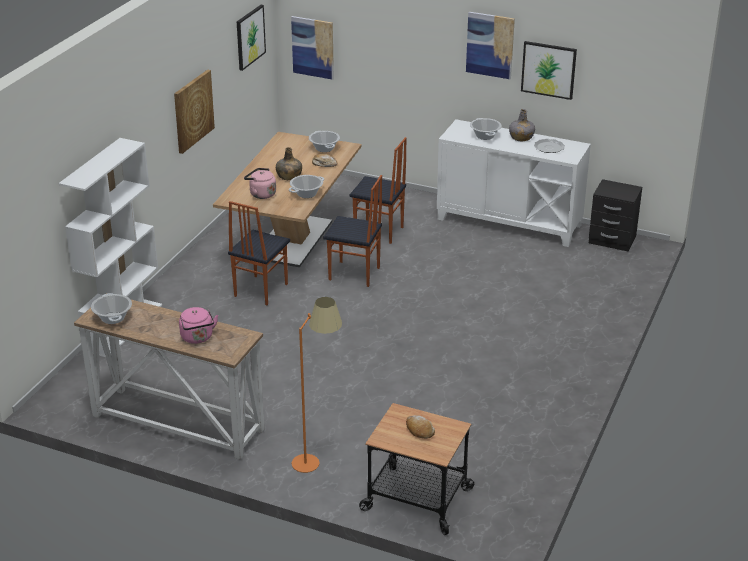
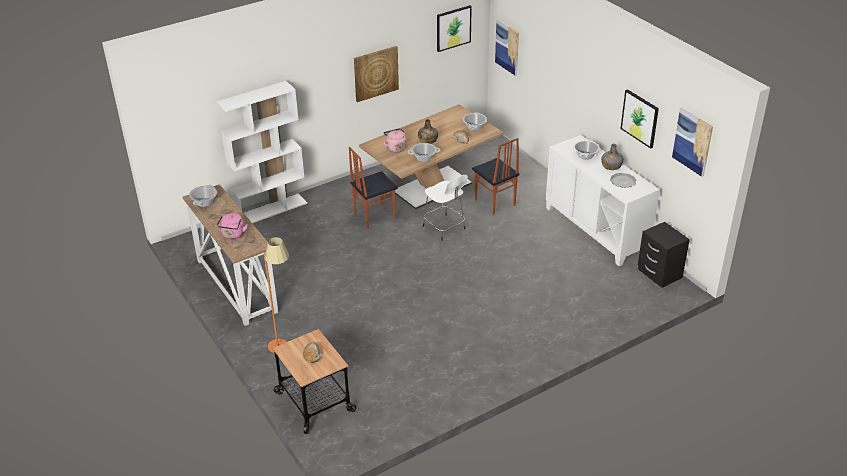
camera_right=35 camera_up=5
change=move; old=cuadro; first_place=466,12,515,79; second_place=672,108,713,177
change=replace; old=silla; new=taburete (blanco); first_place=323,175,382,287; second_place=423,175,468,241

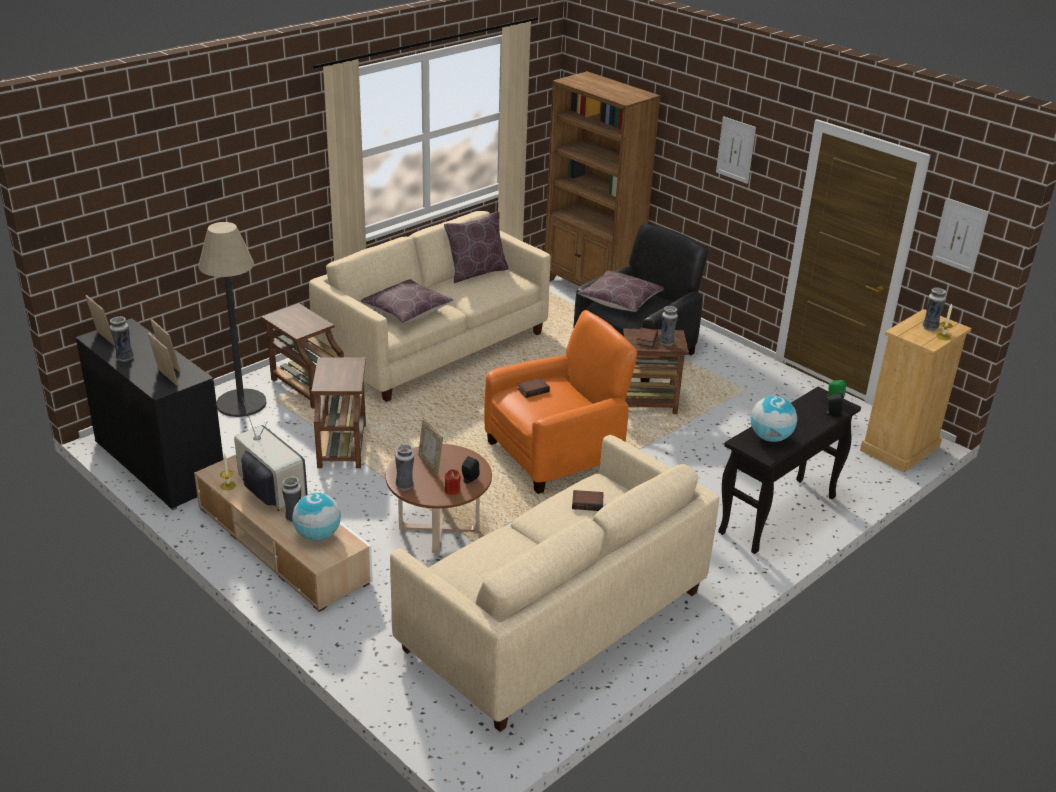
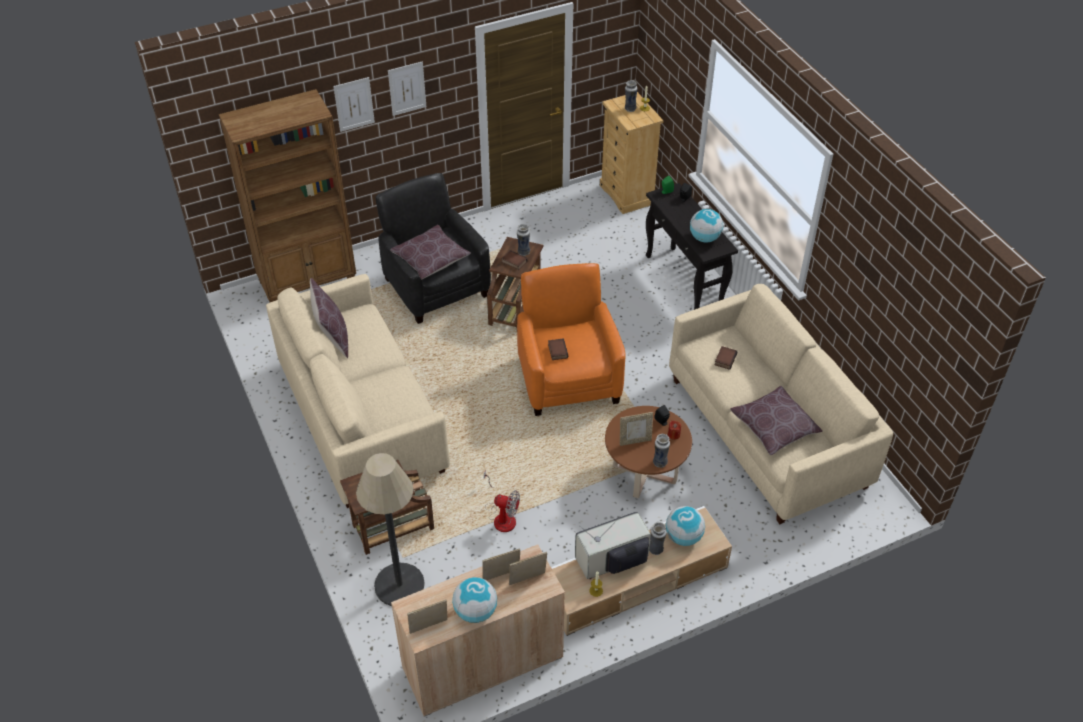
camera_right=-70 camera_up=15
change=move; old=cojín (marrón); first_place=361,279,453,323; second_place=730,386,823,455
change=move; old=cuadro; first_place=932,198,989,274; second_place=333,77,375,132
change=replace; old=florero; new=globo terráqueo; first_place=110,316,133,362; second_place=452,577,497,623
change=replace; old=mesa auxiliar (marrón); new=ventilador; first_place=311,357,366,468; second_place=484,470,520,532
change=recolor; old=armario (negro); new=armario (beis); first_place=75,318,223,510; second_place=391,544,565,717

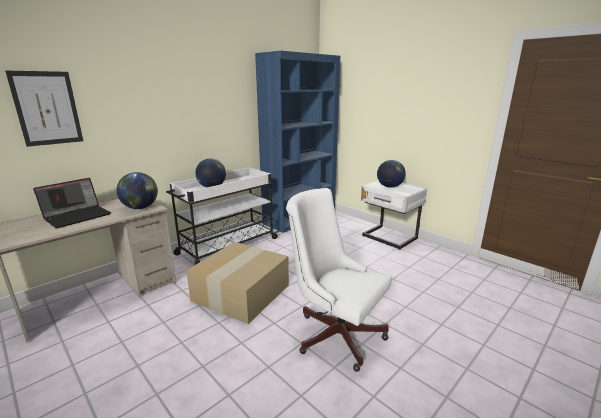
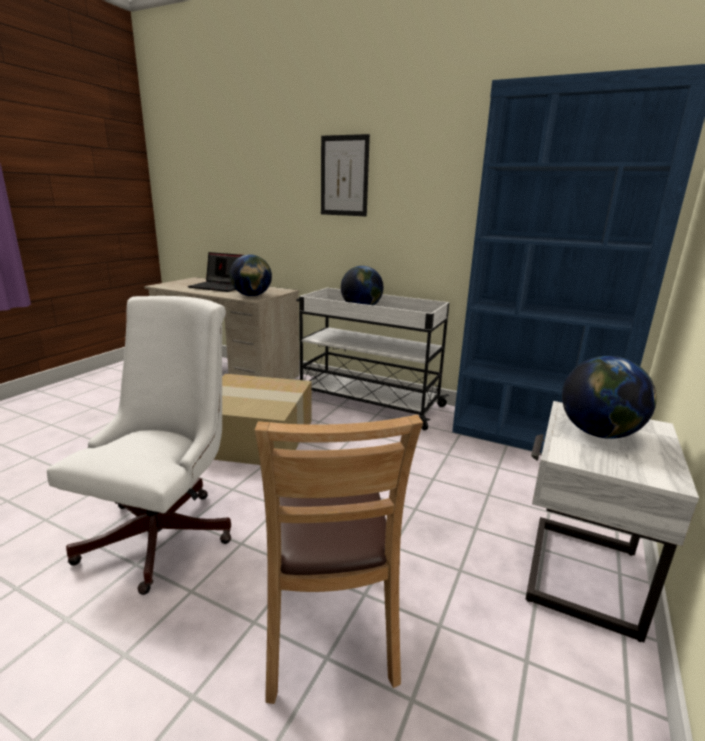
camera_right=70 camera_up=0
change=insert; new=silla (marrón); second_place=255,415,423,704
change=move; old=cuadro; first_place=5,70,83,147; second_place=321,134,370,216

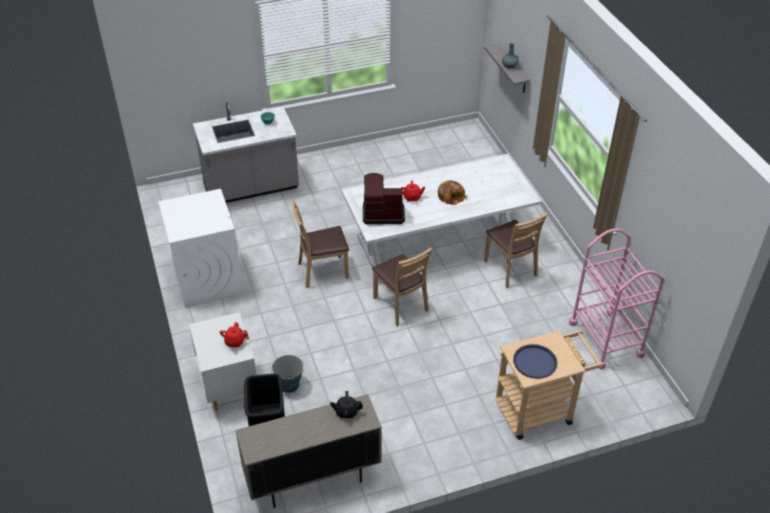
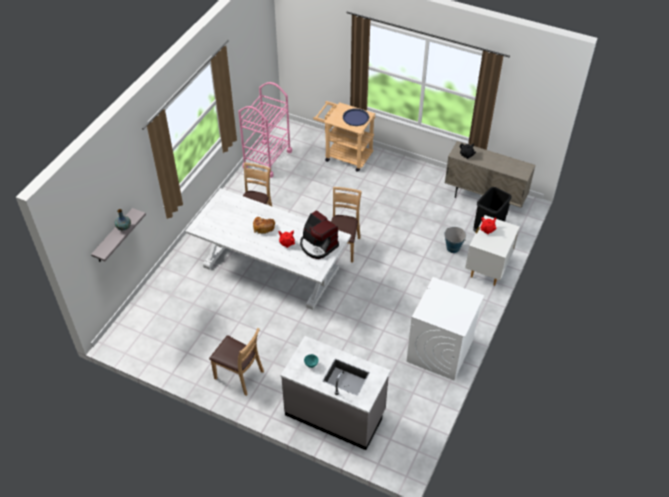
camera_right=-135 camera_up=5
change=move; old=silla (marrón); first_place=292,201,349,288; second_place=209,328,264,396

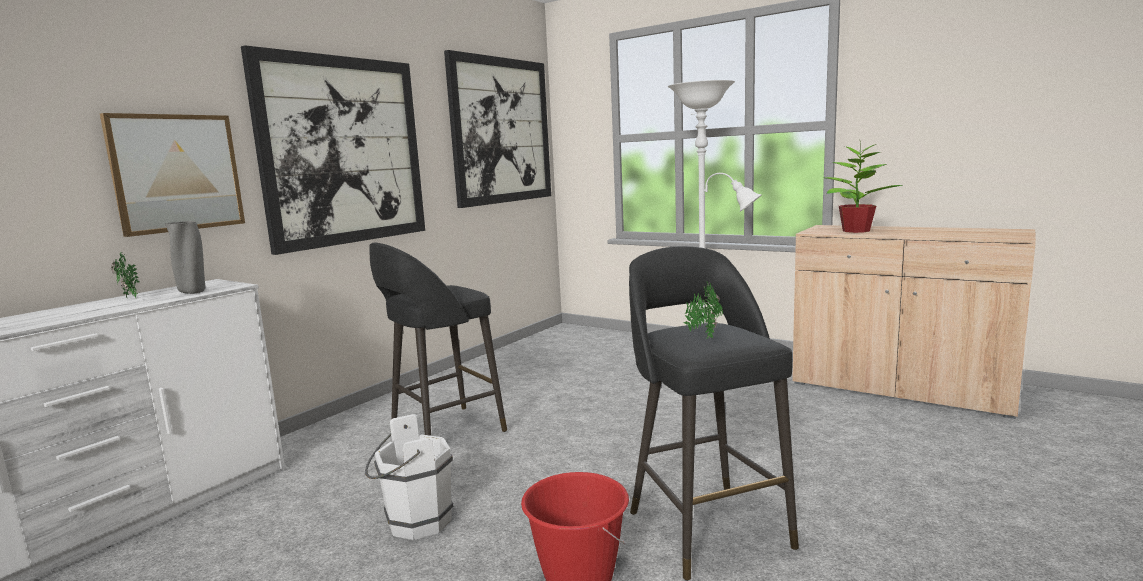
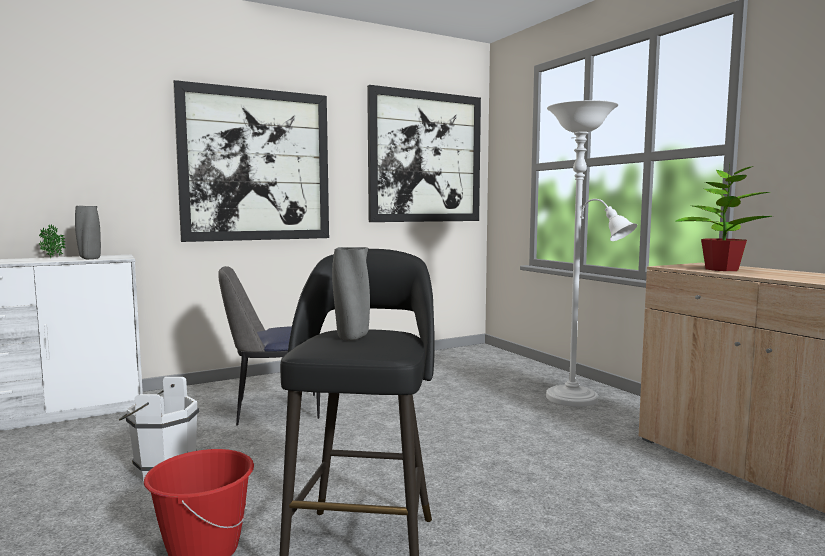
camera_right=25 camera_up=-5
change=delete; old=cuadro; first_place=100,113,245,237
change=replace; old=taburete (negro); new=silla; first_place=369,242,507,436; second_place=218,266,320,426
change=replace; old=planta en maceta; new=florero (gris); first_place=683,281,723,339; second_place=332,247,370,340

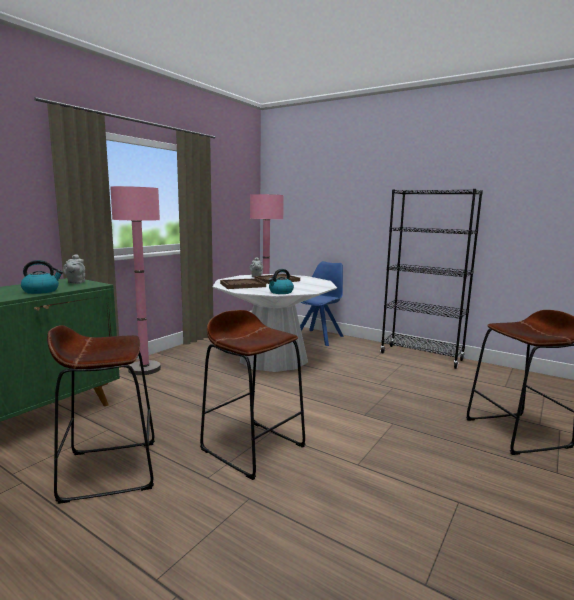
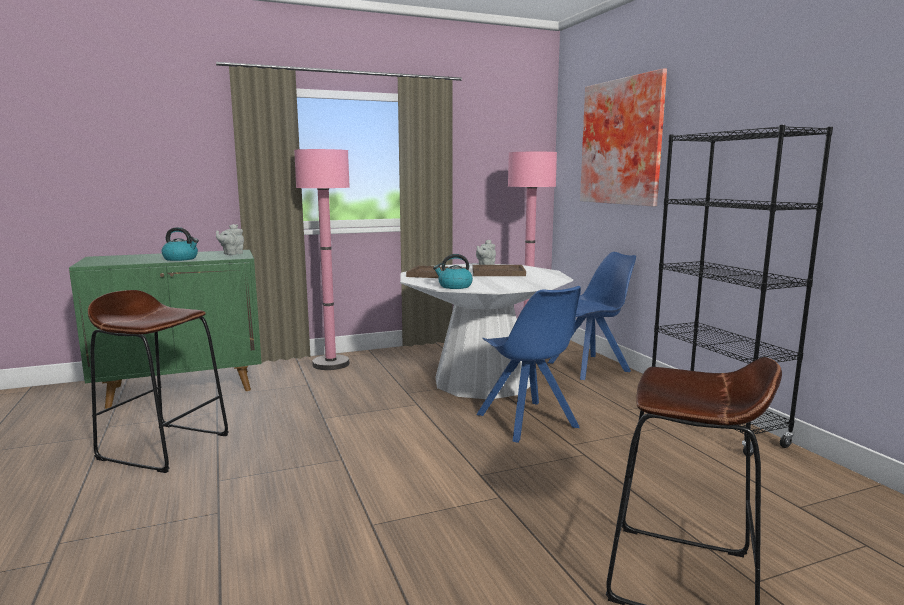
camera_right=35 camera_up=0
change=delete; old=taburete (marrón); first_place=200,310,305,480
change=insert; new=silla (azul); second_place=477,286,581,443
change=insert; new=cuadro; second_place=580,68,667,206

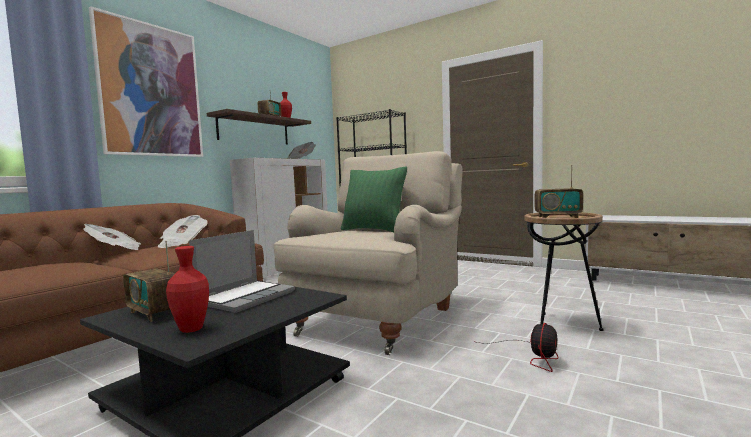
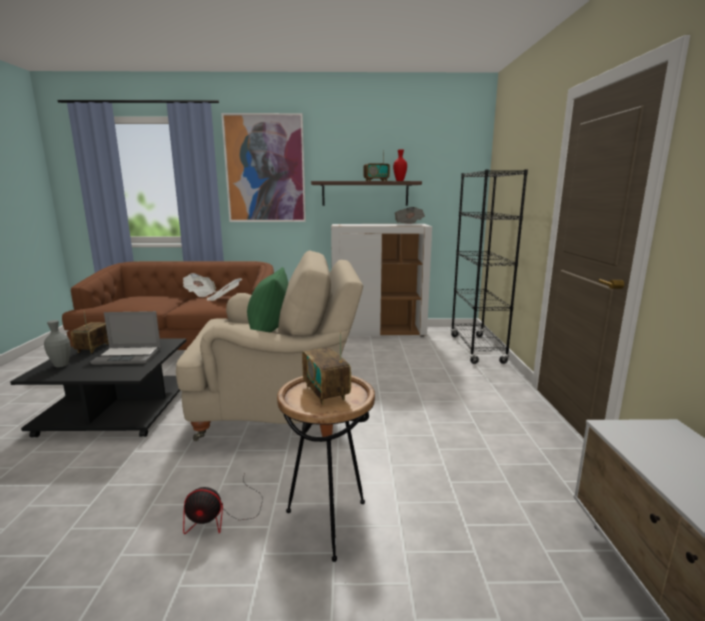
camera_right=55 camera_up=10
change=recolor; old=florero (rojo); new=florero (gris); first_place=166,246,209,333; second_place=44,320,71,368

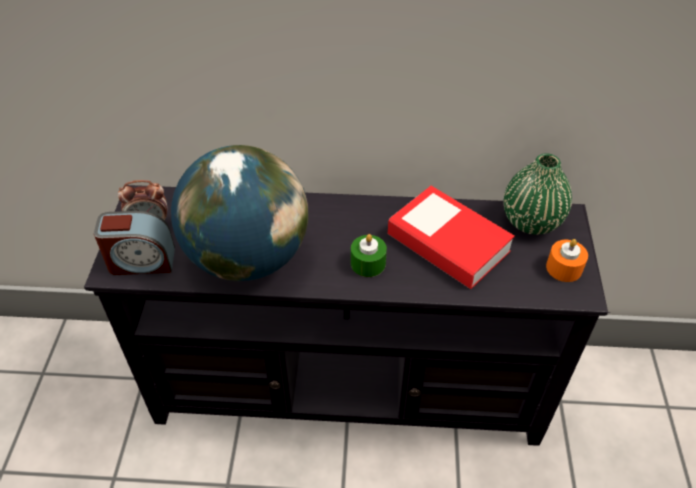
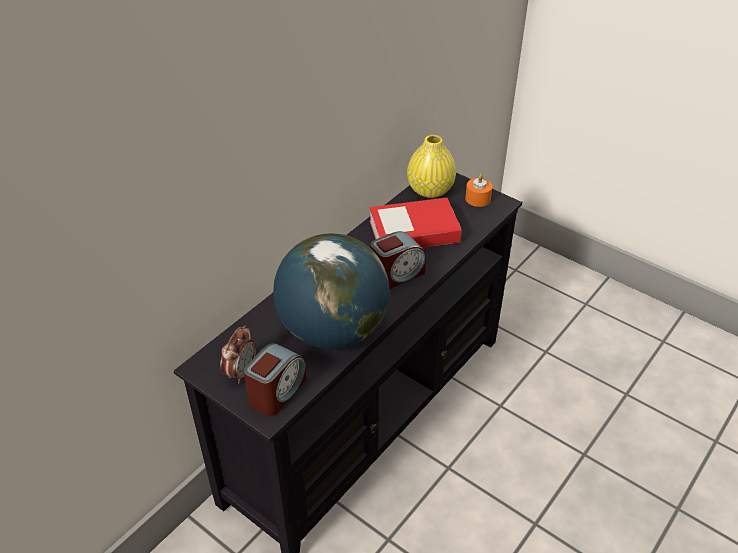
camera_right=-55 camera_up=-5
change=replace; old=vela (verde); new=despertador; first_place=351,234,387,277; second_place=370,231,426,289
change=recolor; old=florero (verde); new=florero (amarillo); first_place=504,153,572,235; second_place=407,135,456,198

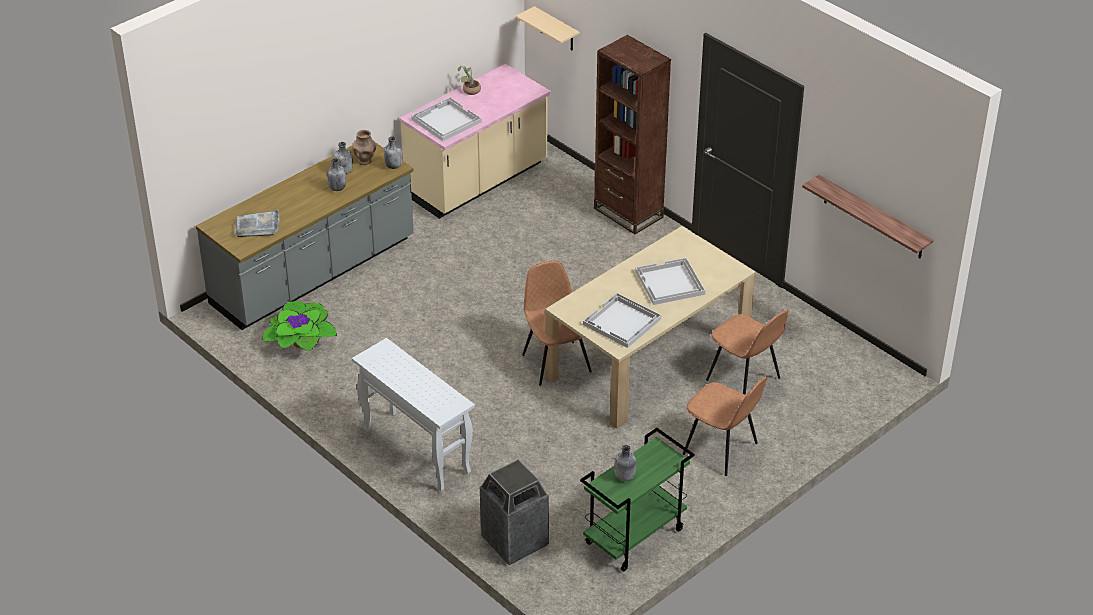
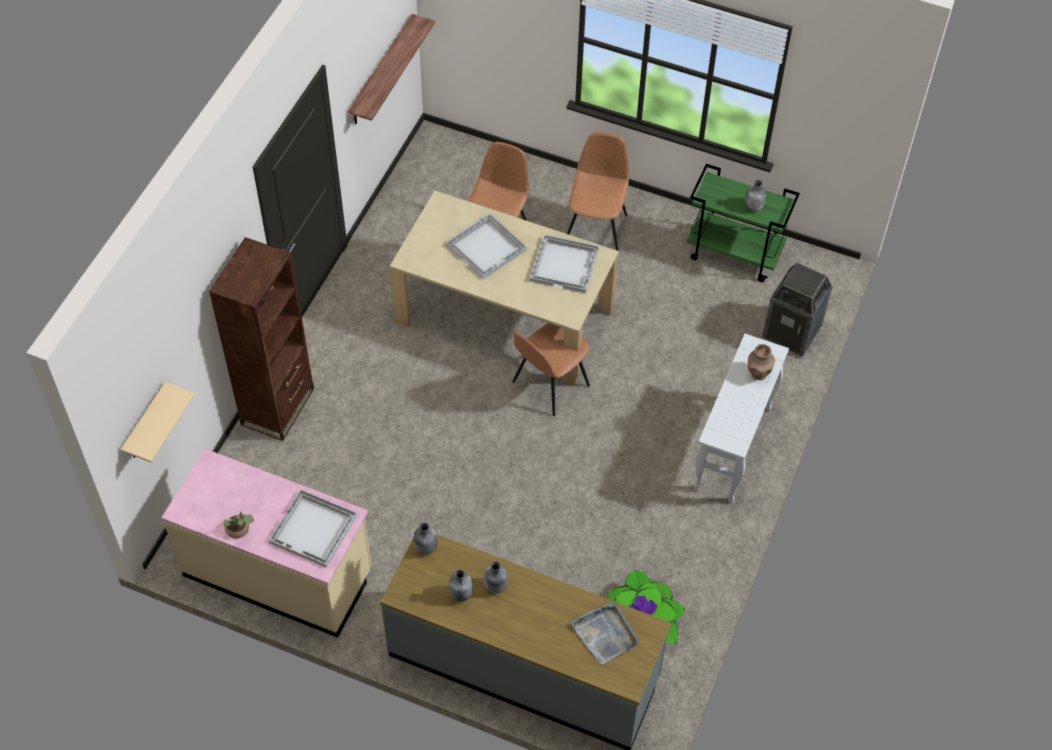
camera_right=-115 camera_up=15
change=move; old=florero (marrón); first_place=353,130,376,165; second_place=748,344,775,380

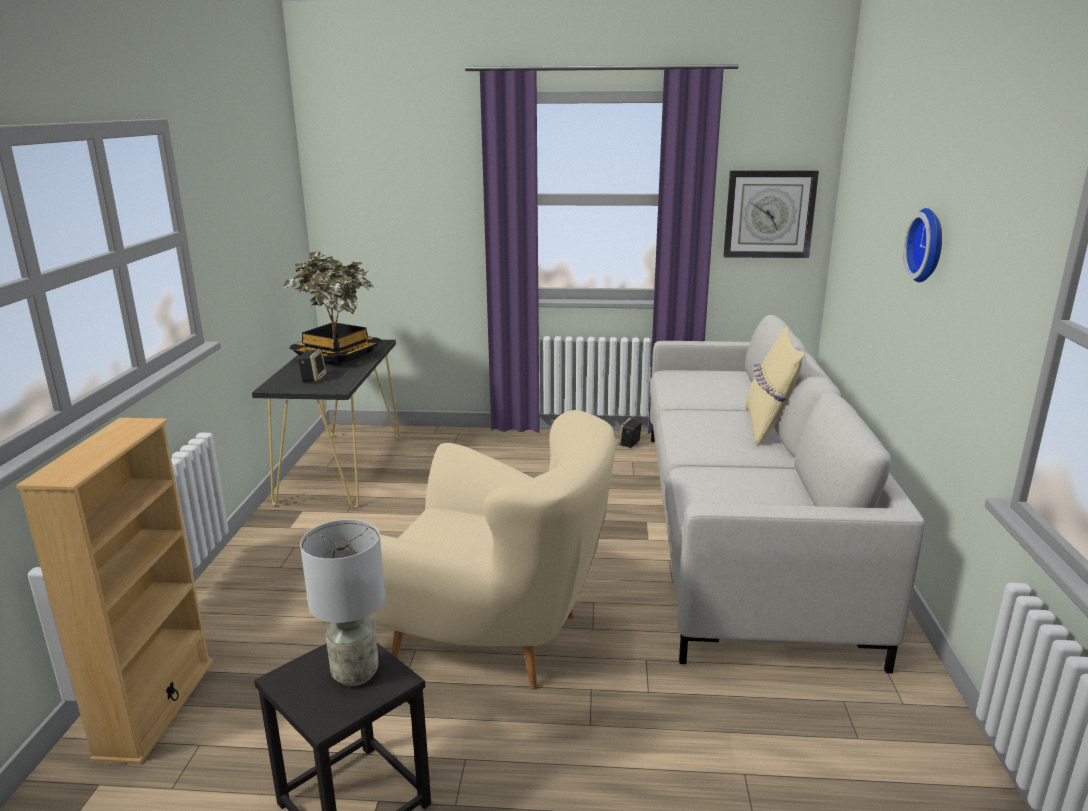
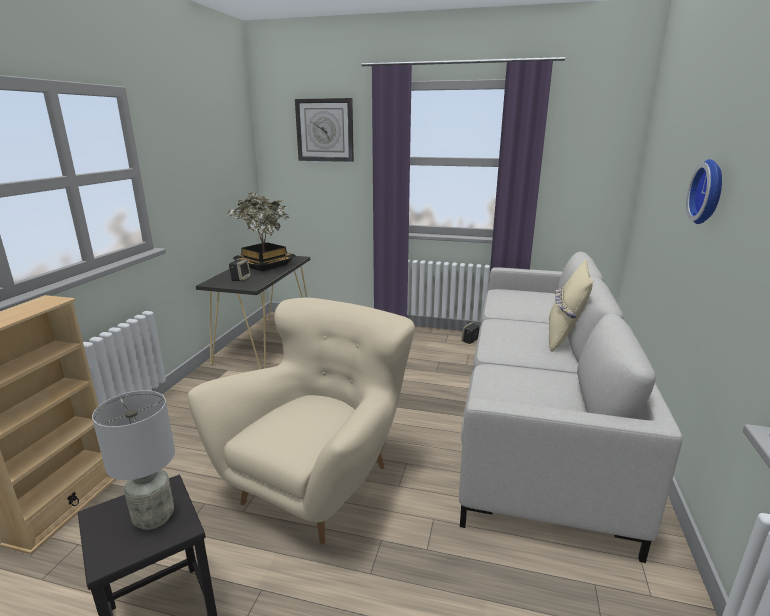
camera_right=10 camera_up=0
change=move; old=reloj de pared; first_place=723,171,819,258; second_place=295,98,354,162
change=rotate; old=sillón (beis); first_place=367,410,615,690; second_place=188,298,415,545; degrees=-90

